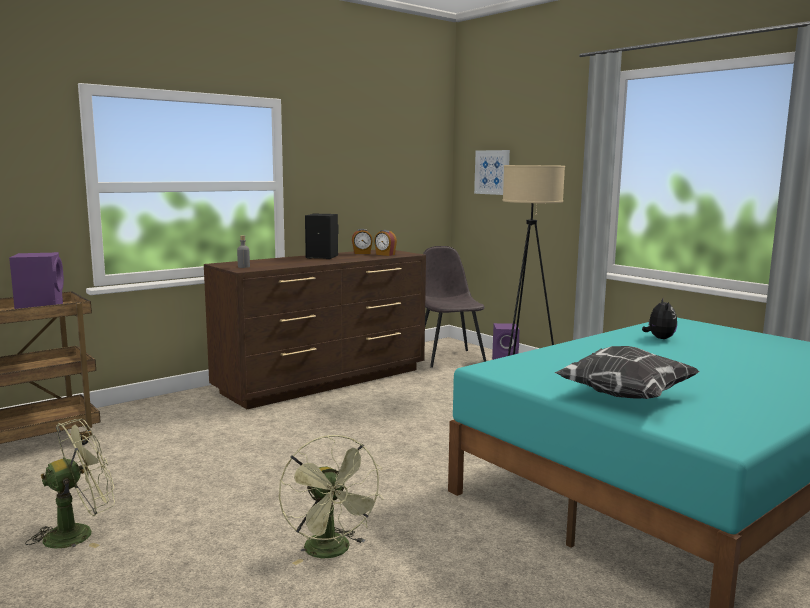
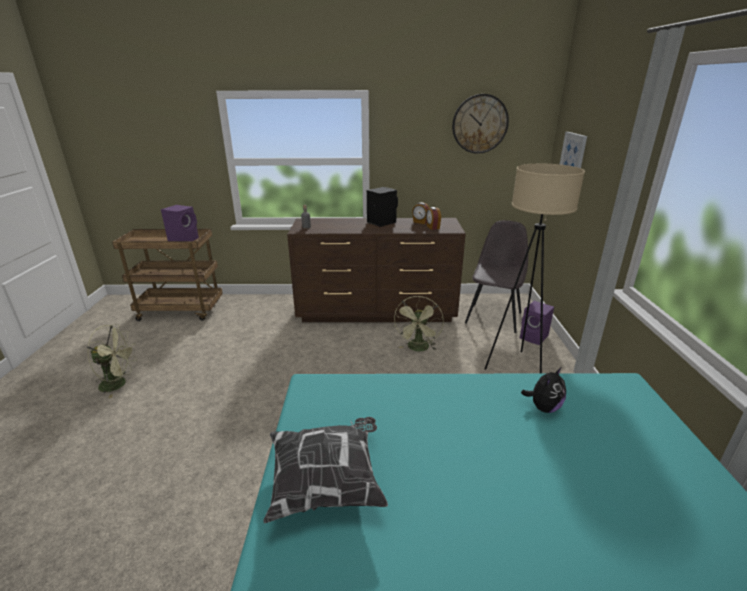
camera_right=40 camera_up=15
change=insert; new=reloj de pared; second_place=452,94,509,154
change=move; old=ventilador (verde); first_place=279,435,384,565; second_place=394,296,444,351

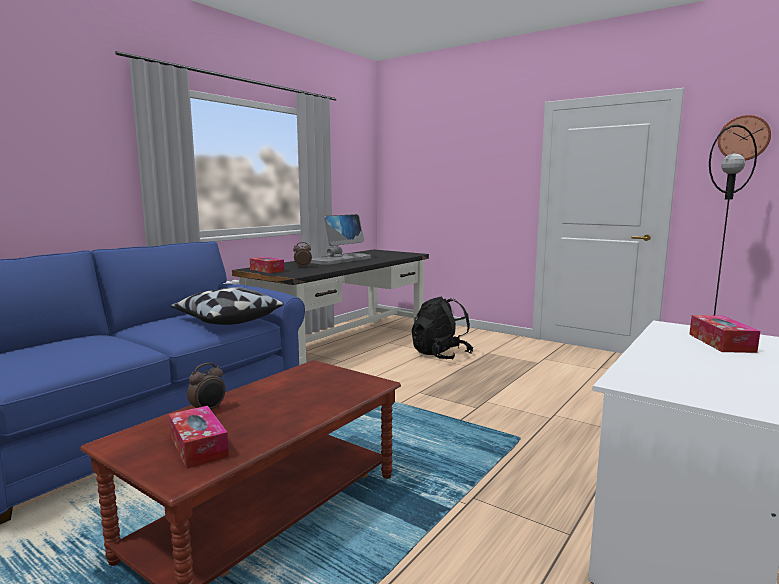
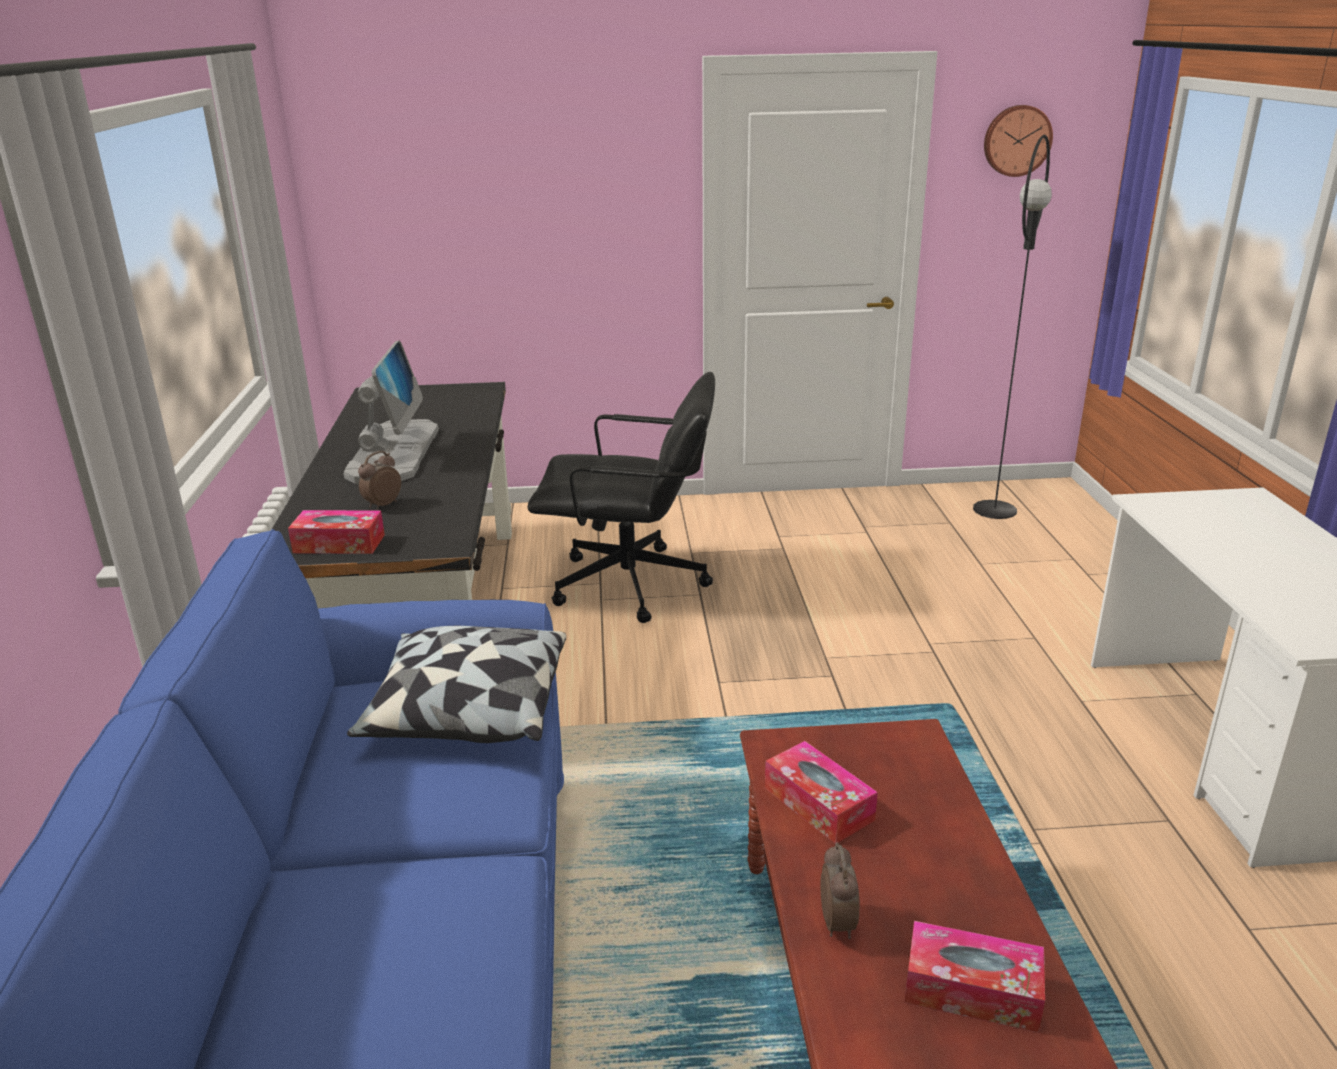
camera_right=-40 camera_up=15
change=move; old=caja de pañuelos; first_place=689,315,760,353; second_place=765,741,878,844
change=replace; old=mochila (negro); new=silla de oficina (negro); first_place=412,297,473,360; second_place=527,372,715,623

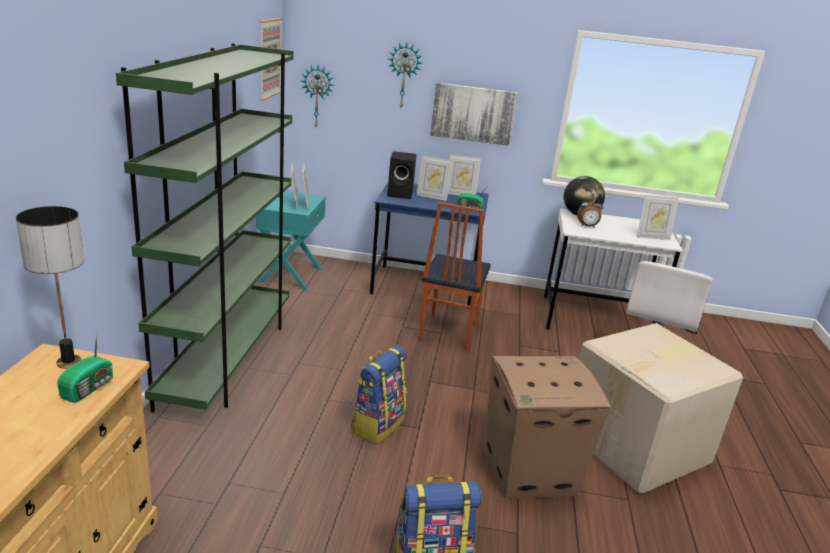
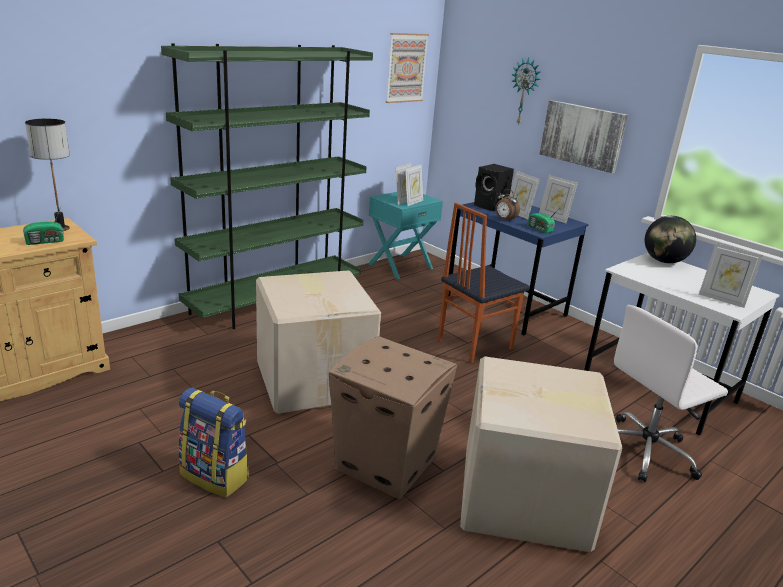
camera_right=40 camera_up=0
change=delete; old=reloj de pared; first_place=301,65,334,127
change=move; old=despertador; first_place=577,196,603,227; second_place=495,189,520,222
change=replace; old=mochila; new=caja de cartón; first_place=351,346,407,444; second_place=256,270,381,414

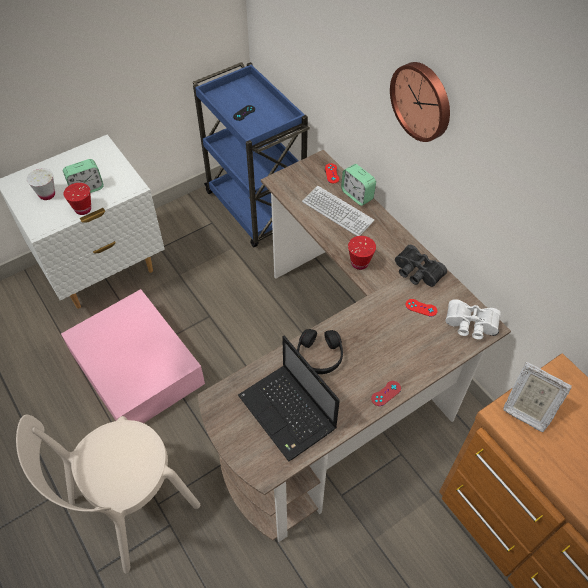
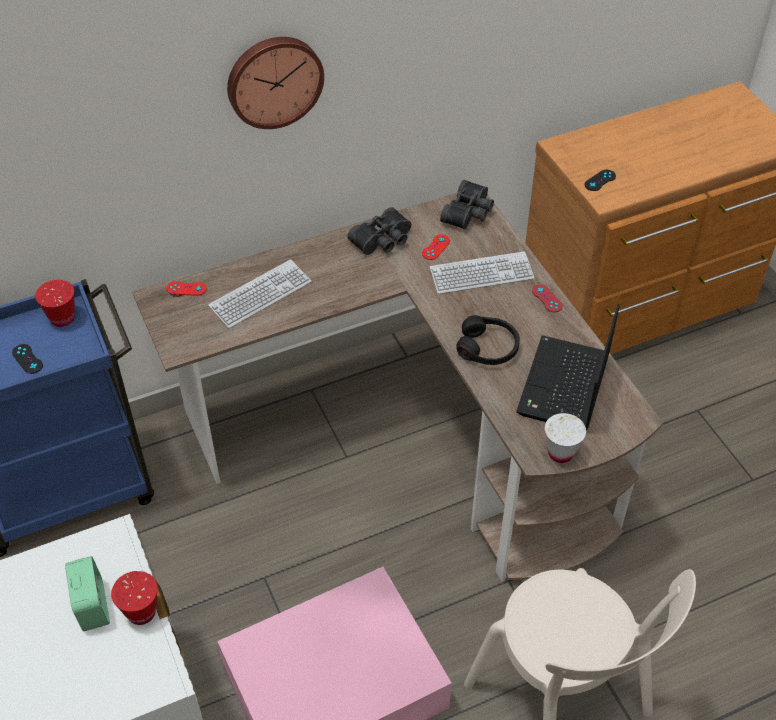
camera_right=-80 camera_up=-5
change=delete; old=despertador; first_place=341,164,376,206
change=insert; new=teclado; second_place=429,251,534,294
change=move; old=taza (blanco); first_place=27,168,55,200; second_place=545,413,586,463
change=move; old=taza (rojo); first_place=348,236,376,270; second_place=35,280,75,327
change=replace; old=portarretratos; new=mando de consola (negro); first_place=503,362,572,432; second_place=585,170,616,191
change=recolor; old=prismáticos (blanco); new=prismáticos (negro); first_place=445,299,501,339; second_place=440,180,494,230
change=rotate; old=portátil; first_place=238,336,340,462; second_place=516,304,620,431; degrees=135

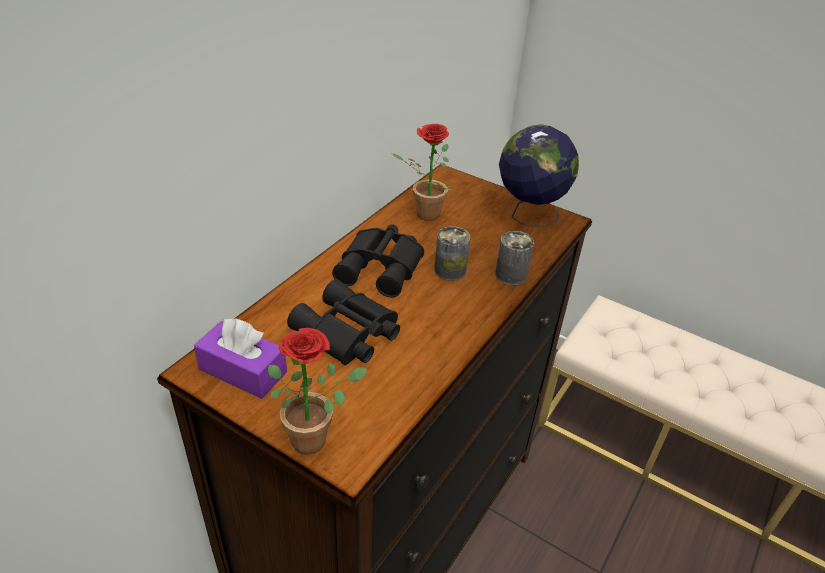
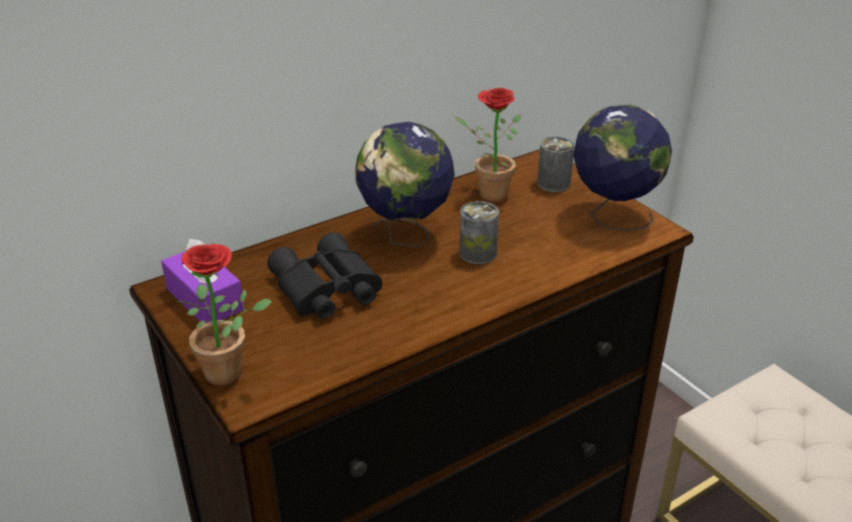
camera_right=25 camera_up=-5
change=move; old=lata; first_place=495,231,534,285; second_place=537,137,574,192
change=replace; old=prismáticos (negro); new=globo terráqueo; first_place=332,224,424,298; second_place=355,122,455,247

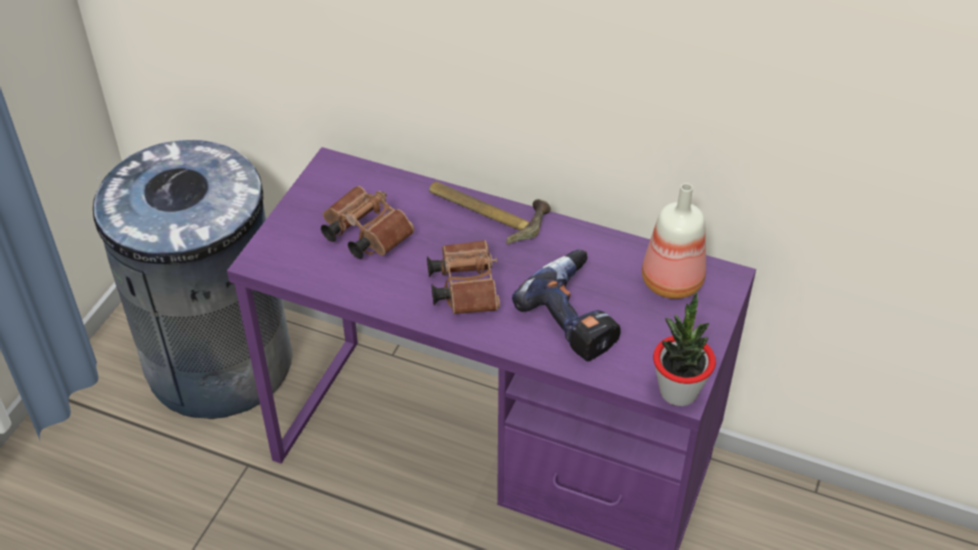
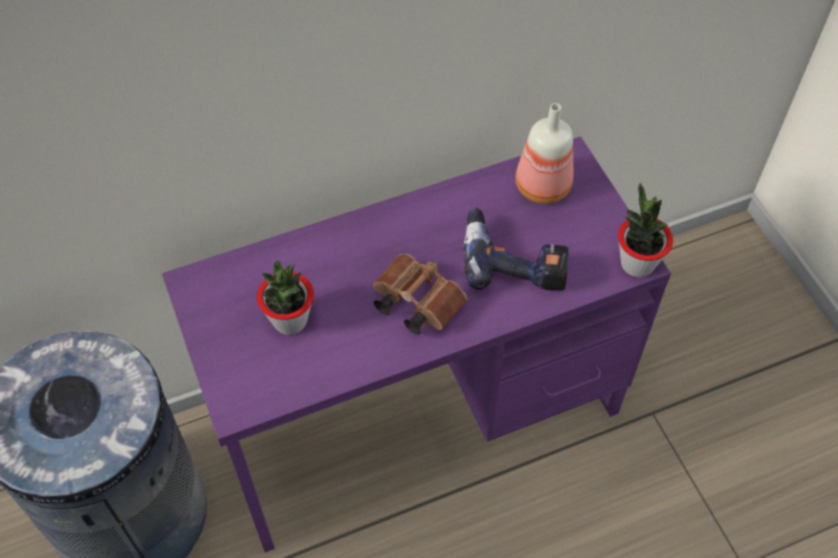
camera_right=-45 camera_up=10
change=delete; old=martillo; first_place=429,181,551,245
change=replace; old=prismáticos (marrón); new=planta en maceta; first_place=321,186,414,259; second_place=257,261,314,335

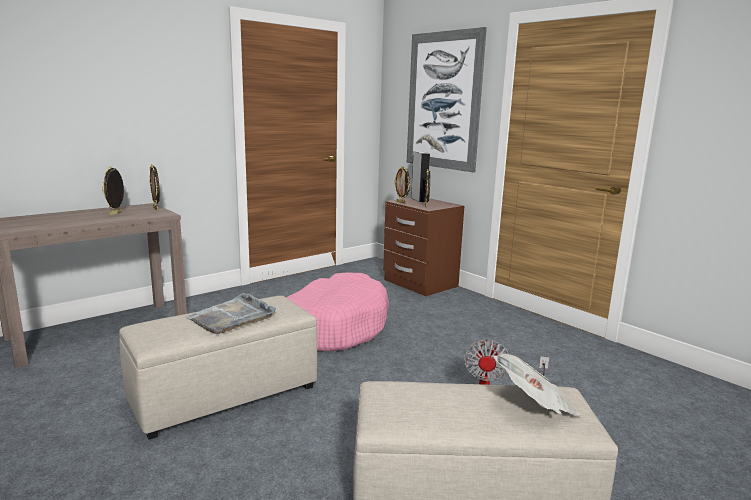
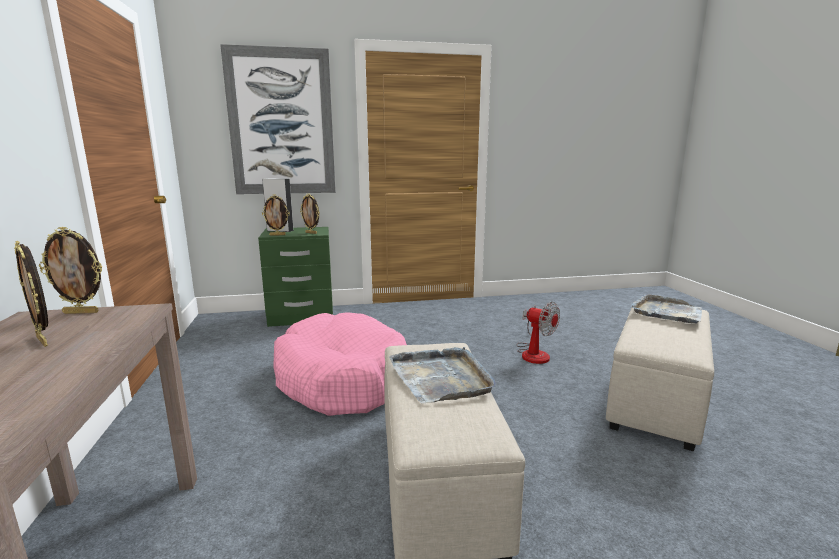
camera_right=-60 camera_up=0
change=replace; old=periódico; new=bandeja (gris); first_place=493,353,582,417; second_place=630,294,702,324
change=recolor; old=mesita de noche (marrón); new=mesita de noche (verde); first_place=383,198,464,296; second_place=258,227,333,327

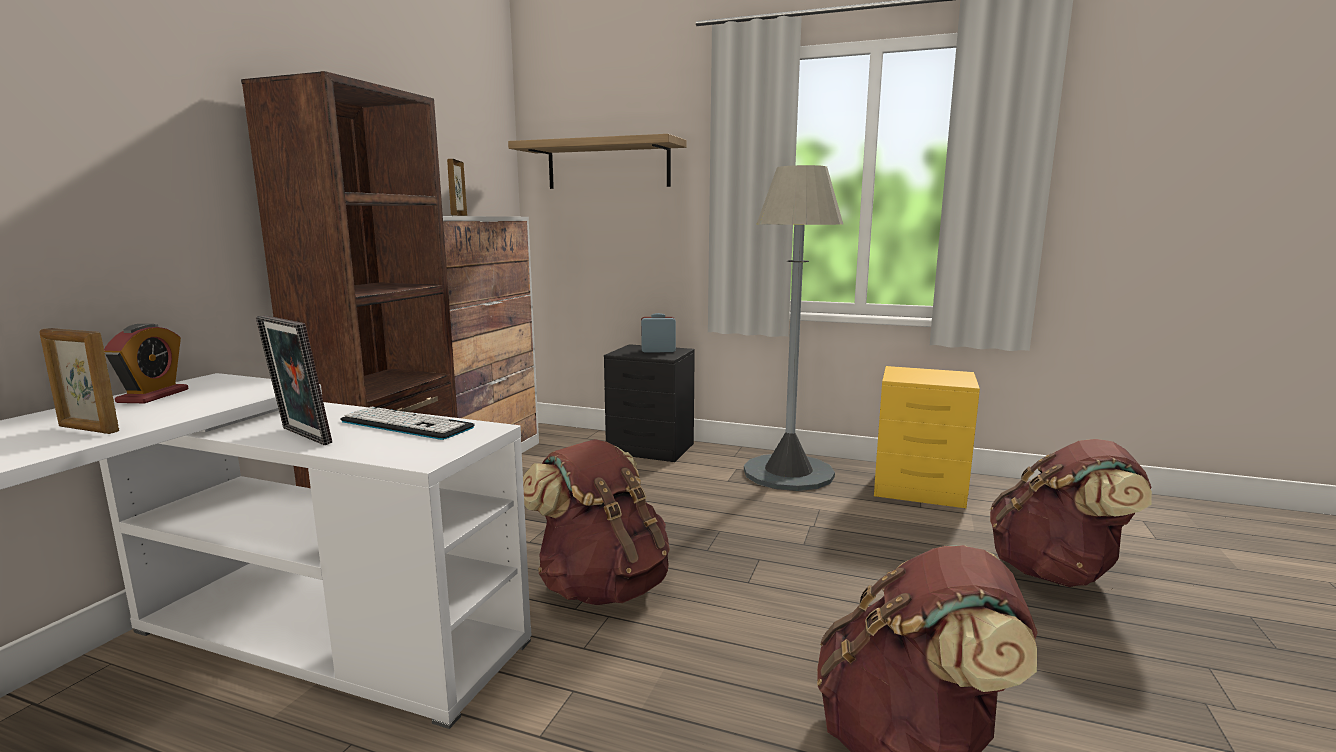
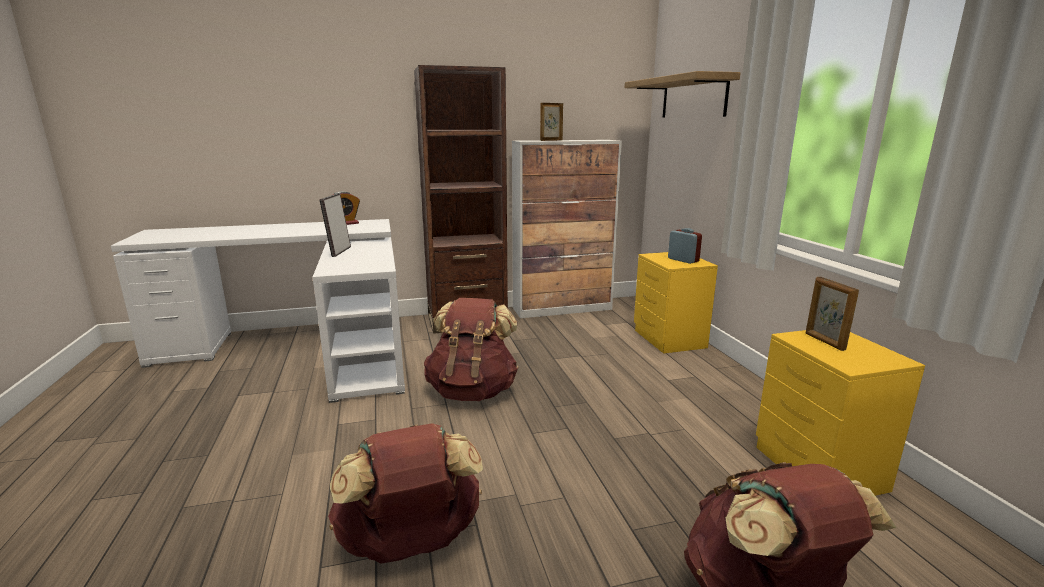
camera_right=55 camera_up=5
change=delete; old=teclado; first_place=340,407,475,440
change=delete; old=lámpara de pie (gris); first_place=744,165,843,491
change=move; old=portarretratos; first_place=39,328,119,434; second_place=806,277,859,351
change=recolor; old=mesita de noche (negro); new=mesita de noche (amarillo); first_place=604,344,695,462; second_place=634,252,718,354

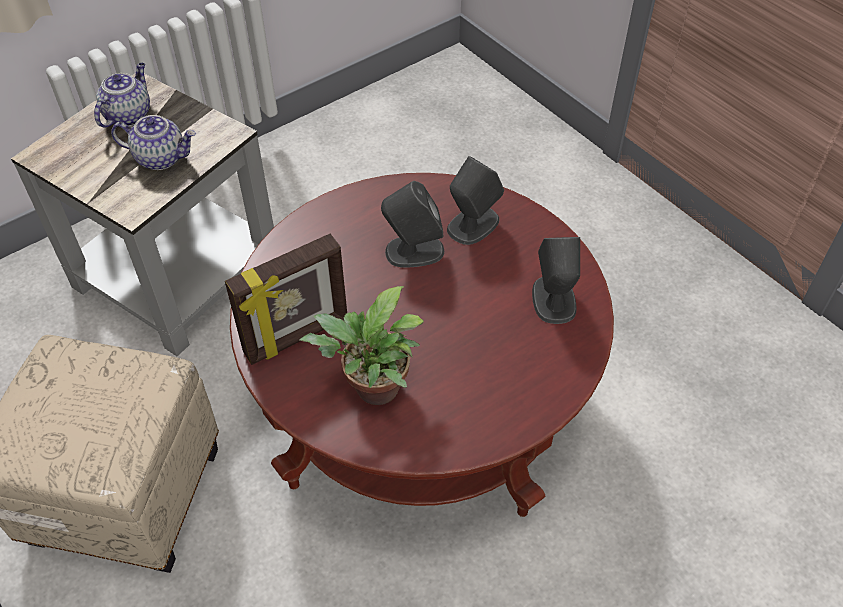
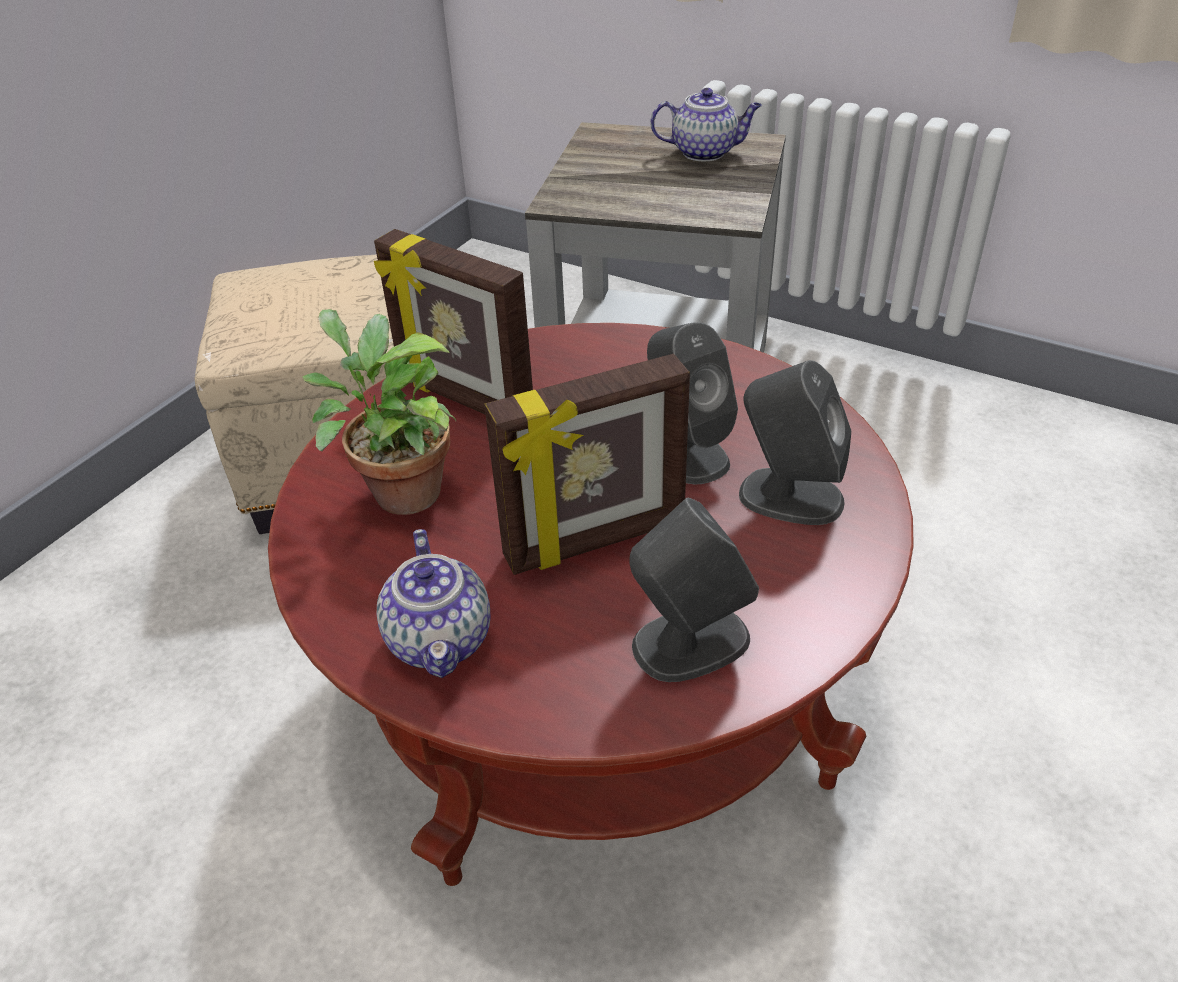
camera_right=70 camera_up=-10
change=insert; new=portarretratos; second_place=484,354,690,575
change=move; old=tetera; first_place=111,115,196,170; second_place=377,529,490,678

